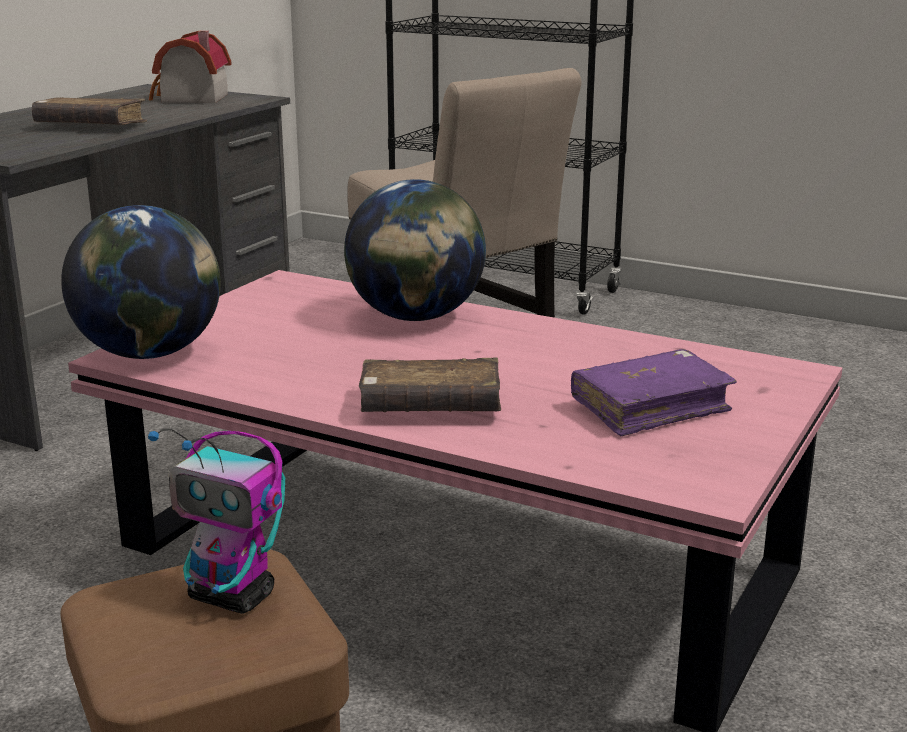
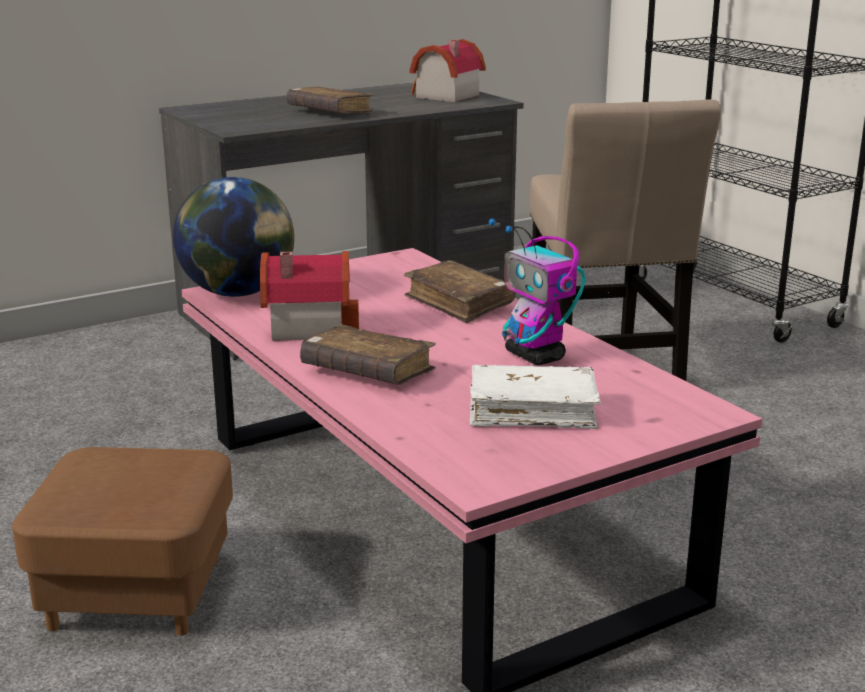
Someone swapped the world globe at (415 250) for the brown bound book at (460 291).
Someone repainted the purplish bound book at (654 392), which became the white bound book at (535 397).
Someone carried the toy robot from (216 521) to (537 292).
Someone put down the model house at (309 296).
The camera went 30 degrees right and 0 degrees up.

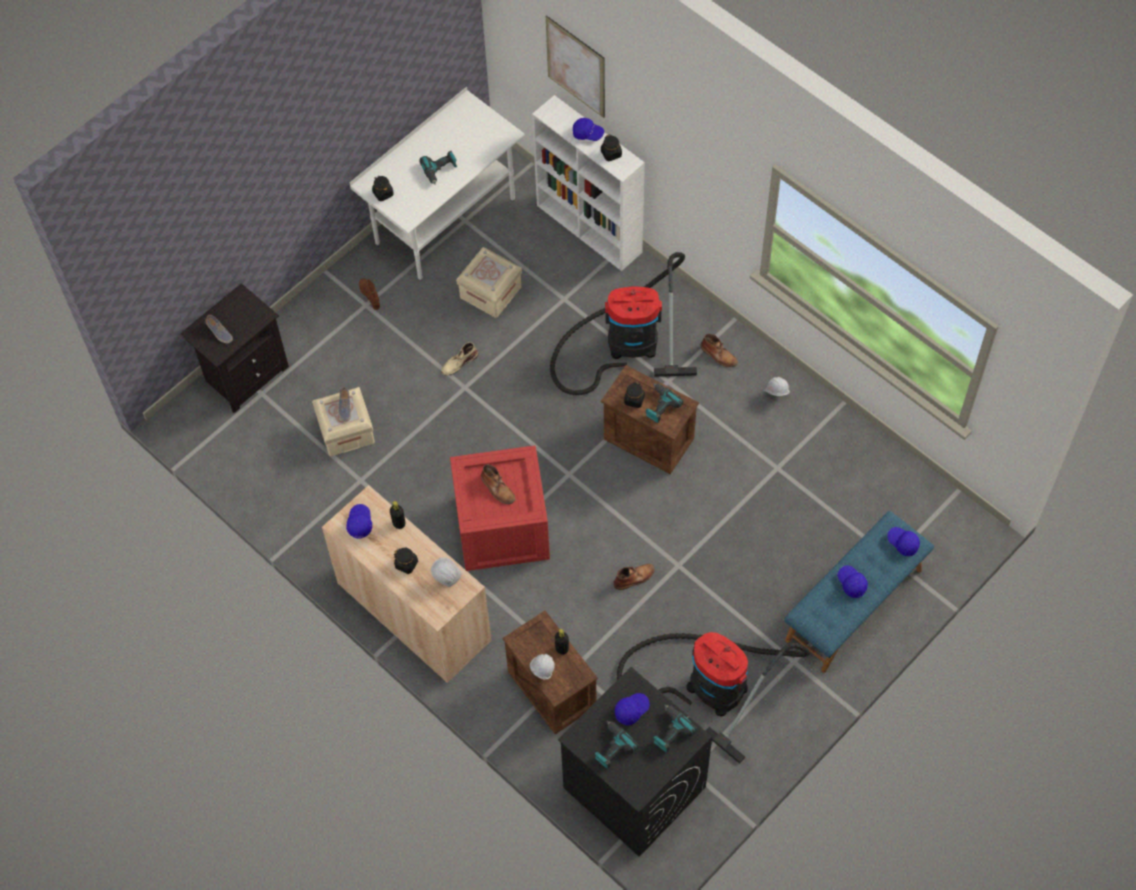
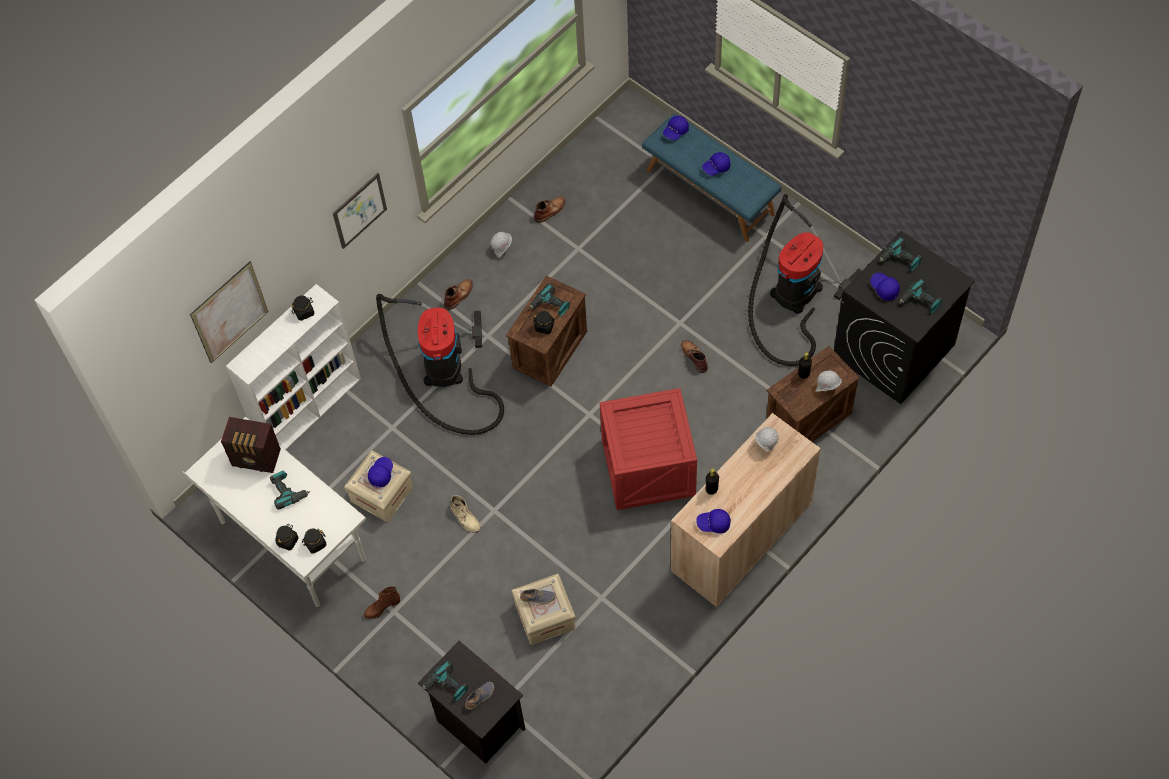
Someone carried the blue-coloured baseball cap from (588 129) to (380 472).
Someone carried the brown boot from (498 484) to (550 209).
Someone carried the blackish storage jar from (406 561) to (287 537).
Someone put up the picture at (360 211).
Someone put down the radio at (251 445).
Someone put down the drill at (445 680).
The camera went 90 degrees left and 0 degrees up.

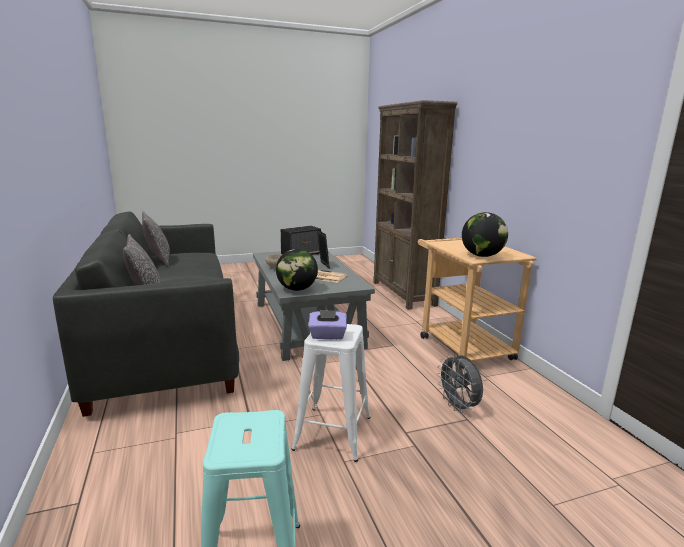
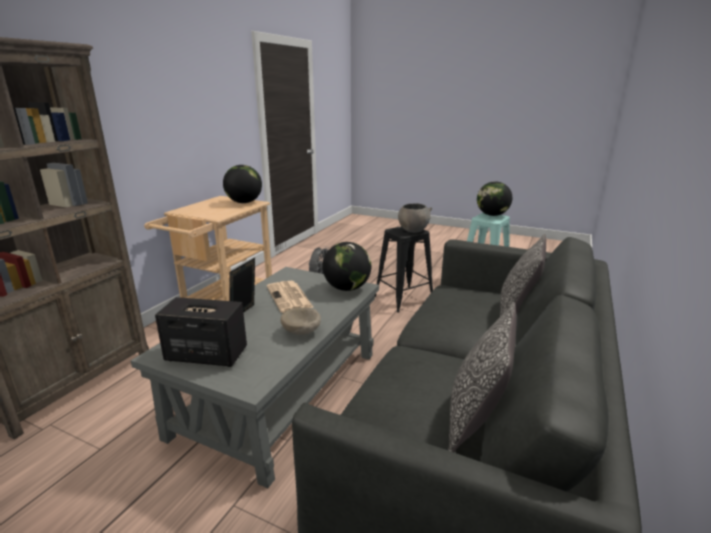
Someone swapped the purplish tissue holder at (327 324) for the gray deep dish at (415 218).
Someone repainted the white sitting stool at (331 393), which became the blackish sitting stool at (404 269).
Someone put down the world globe at (494 198).
The camera went 135 degrees left and 5 degrees up.

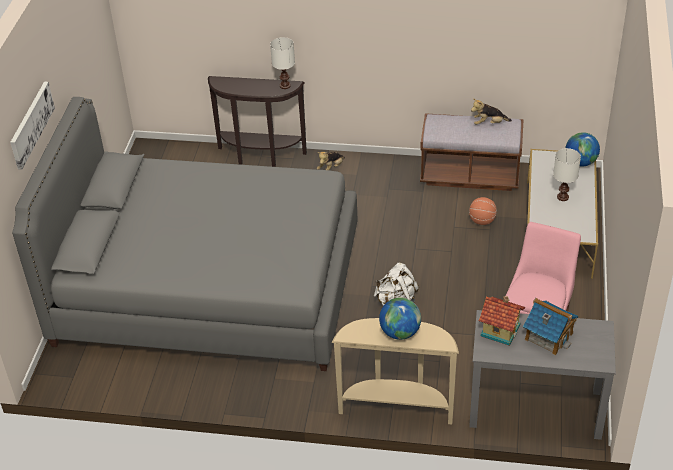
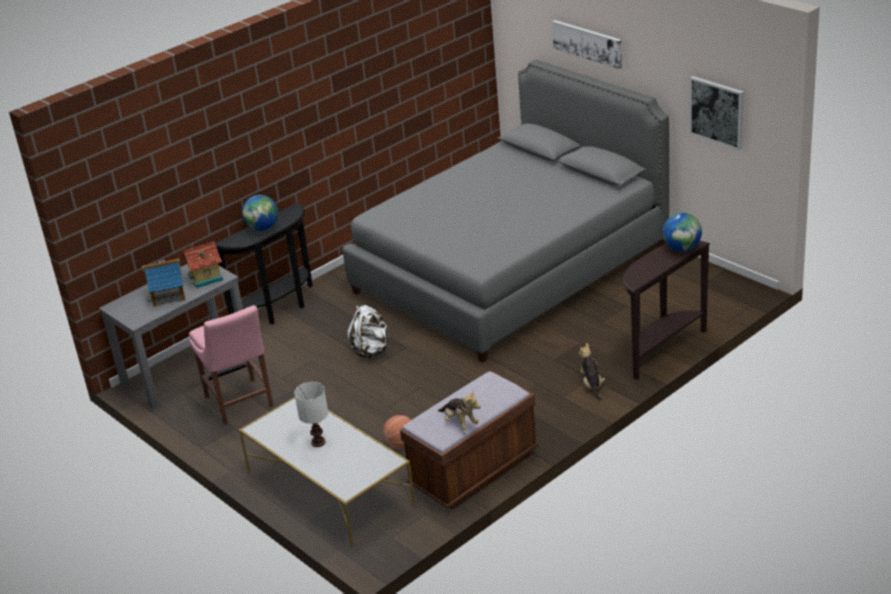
Someone took away the white table lamp at (282 63).
Someone rotated the plush toy at (491 111) by 105 degrees clockwise.
Someone carried the world globe from (583 149) to (682 232).
Someone repainted the beige console table at (395 371), which became the blackish console table at (264 264).
Someone put up the picture at (716 113).
The camera went 130 degrees right and 10 degrees down.

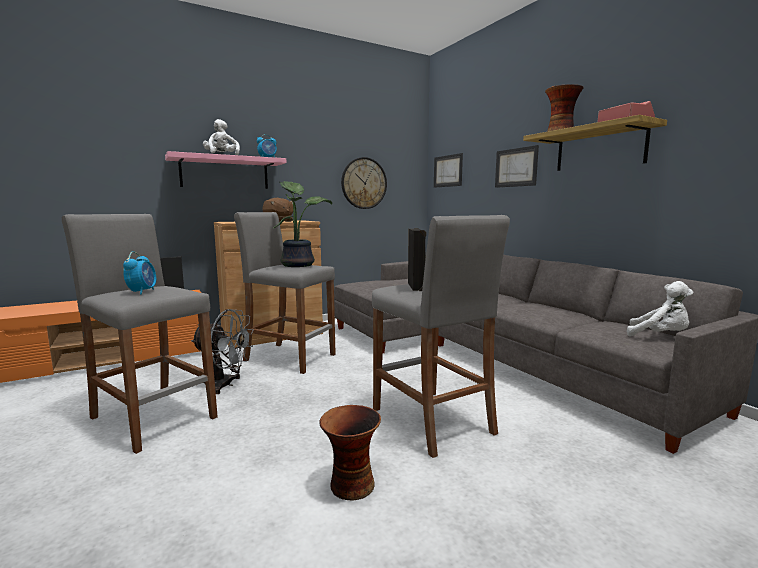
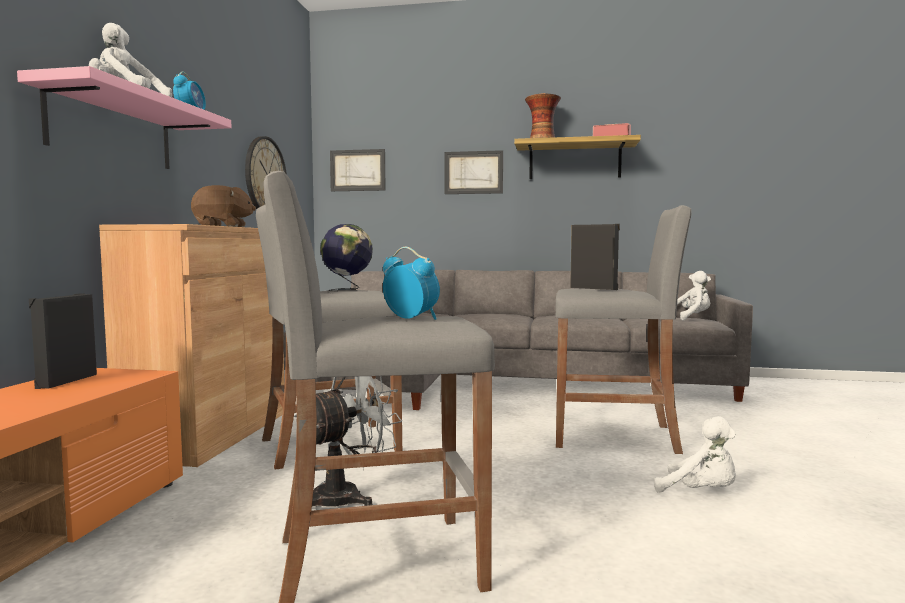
Someone swapped the potted plant at (302 224) for the world globe at (346 258).
Someone swapped the vase at (350 453) for the white plush toy at (695 454).
The camera went 50 degrees left and 5 degrees down.

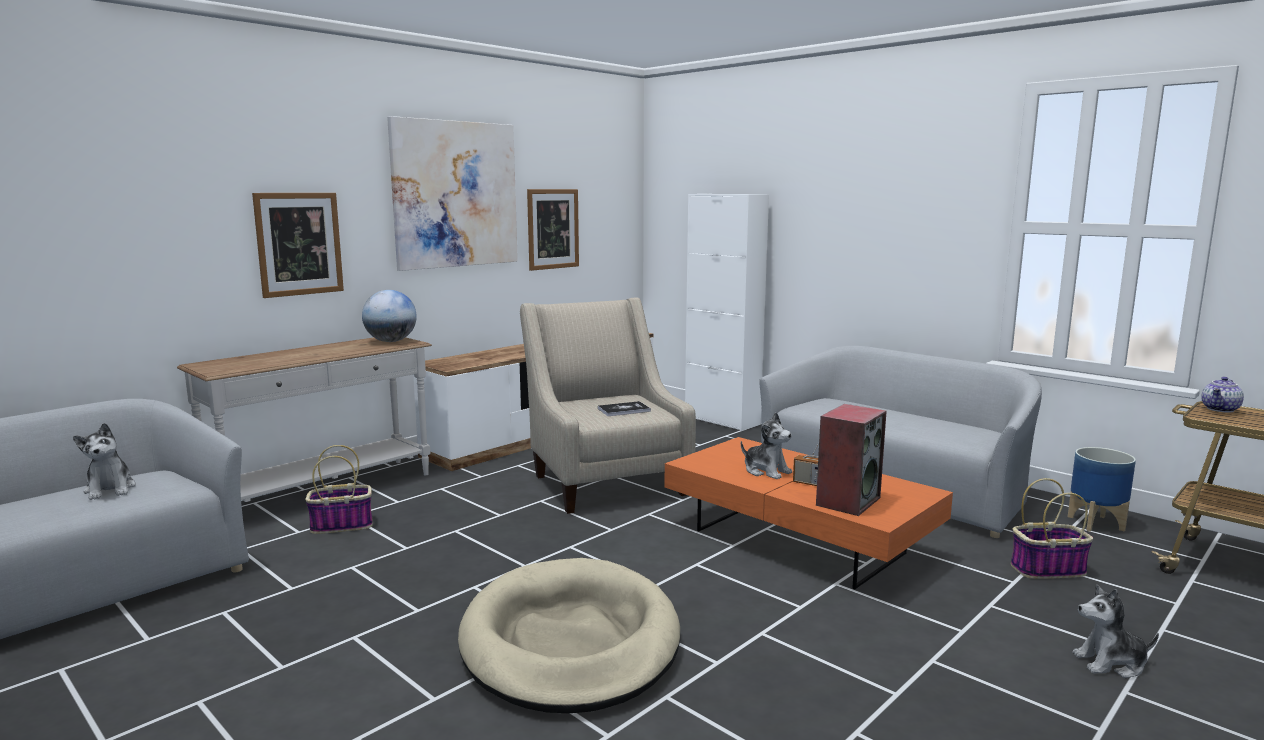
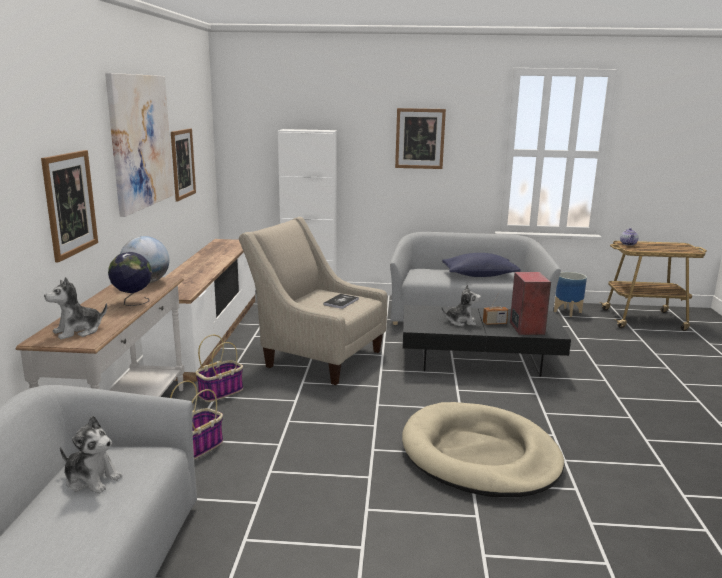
Someone repainted the orangey lounge table at (809 513), which became the blackish lounge table at (487 341).
Someone carried the storage basket from (1052 528) to (219 368).
Someone carried the plush toy from (1115 631) to (75 308).
Someone put up the picture at (420 138).
Someone put down the world globe at (130 279).
Someone put down the blue-coloured cushion at (481 265).
The camera went 40 degrees left and 5 degrees up.

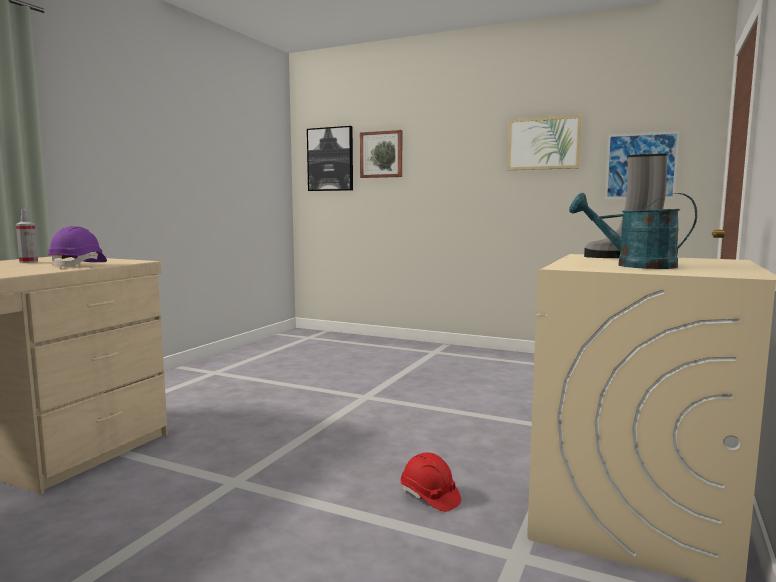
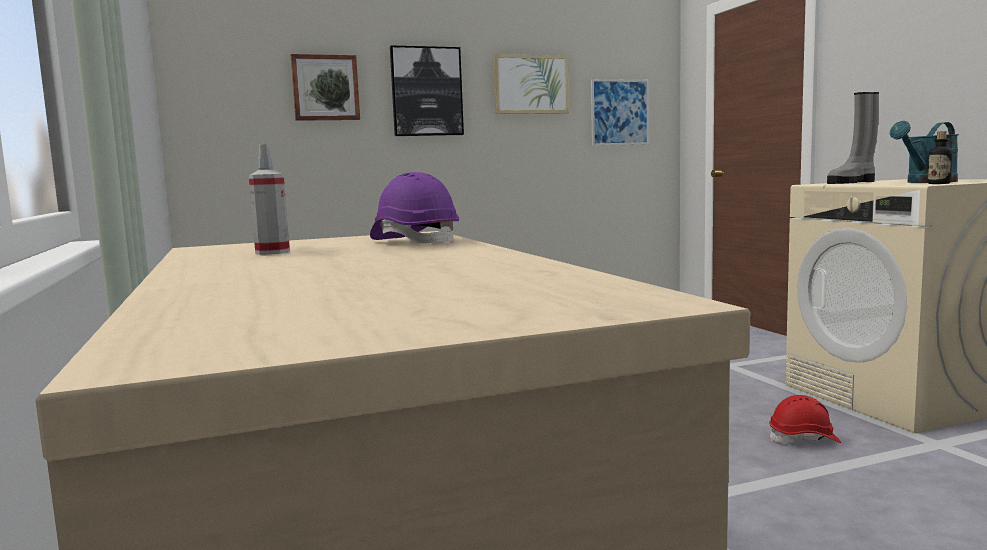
Someone carried the picture from (330 158) to (427 90).
Someone put down the beverage bottle at (940 157).
The camera went 45 degrees left and 0 degrees up.

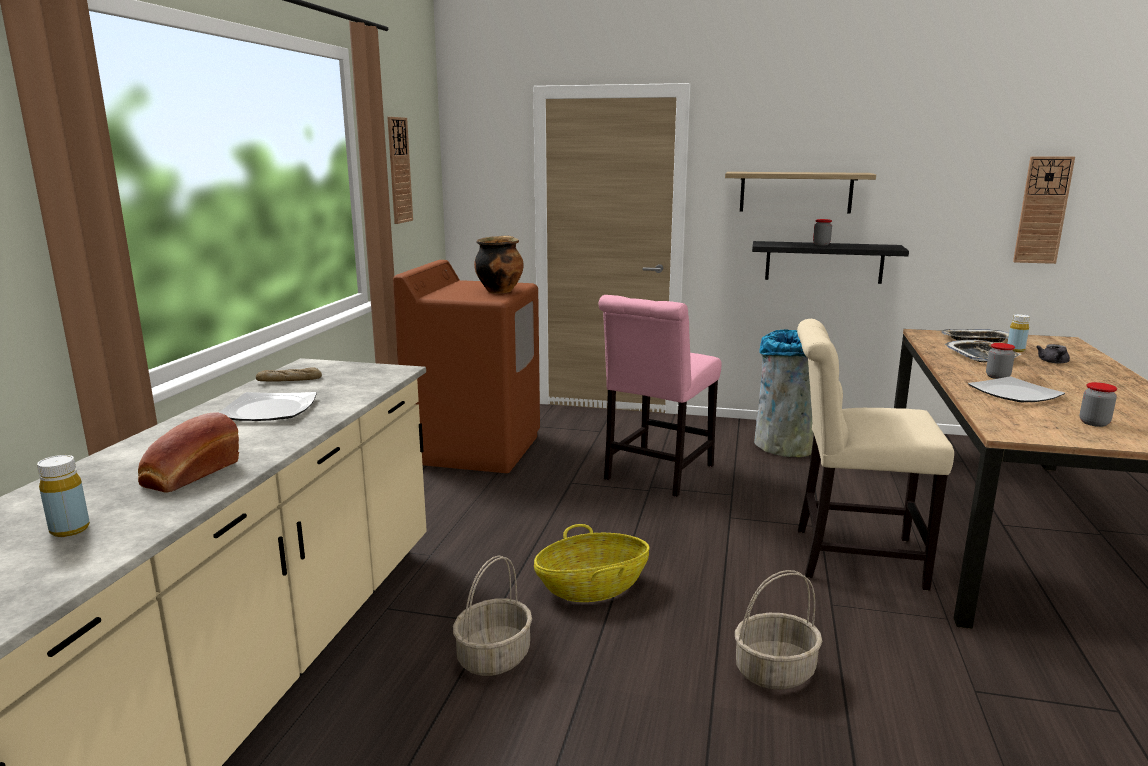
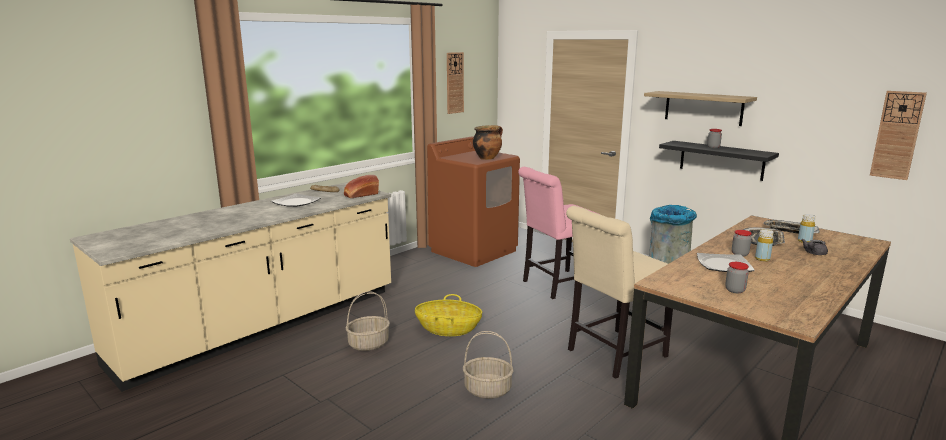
Someone rotated the beige upright chair at (875 455) by 75 degrees counterclockwise.
Someone carried the bread from (188 452) to (361 186).
Someone carried the yellow beverage bottle from (63 496) to (764 245).
The camera went 30 degrees right and 0 degrees up.

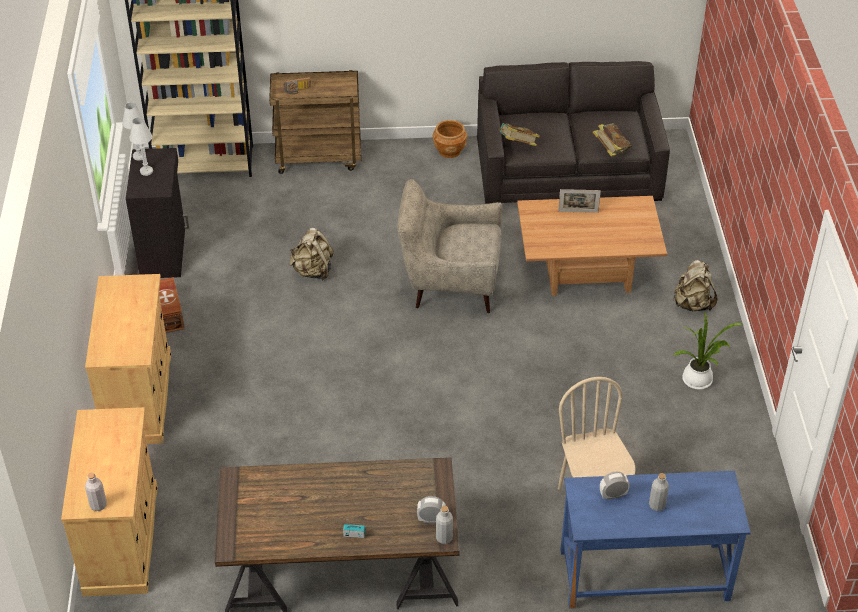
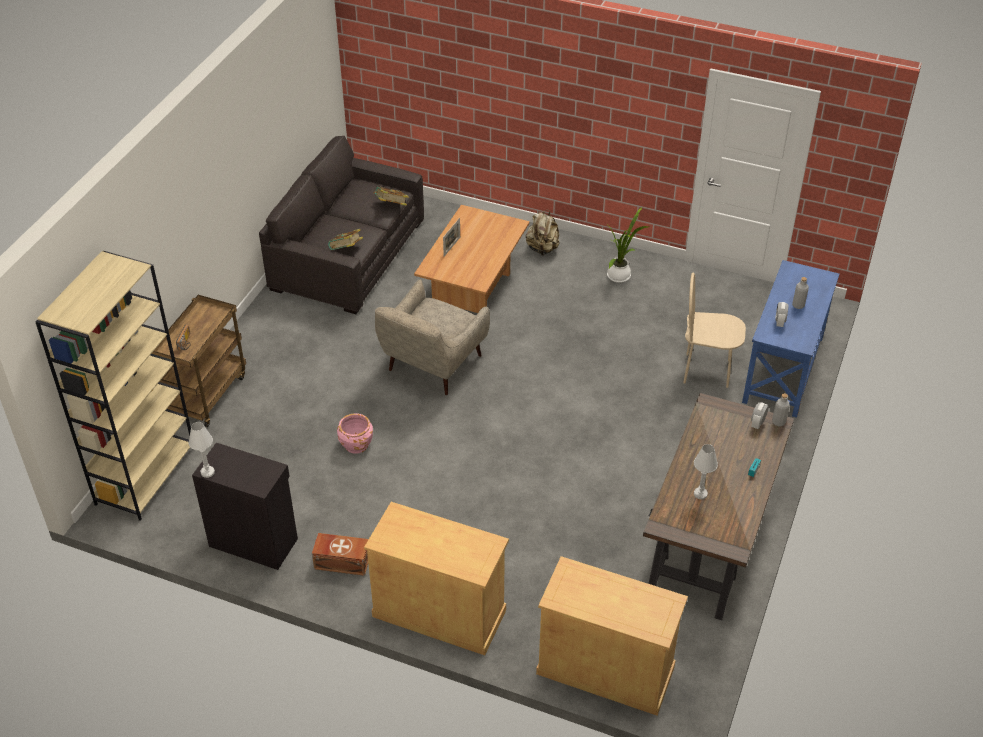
Someone carried the white table lamp from (141 146) to (706 471).
Someone took away the brown planter at (450 139).
Someone swapped the beige knapsack at (312 254) for the pink planter at (355 433).
Someone took away the gray beverage bottle at (96 491).
The camera went 65 degrees left and 0 degrees up.

